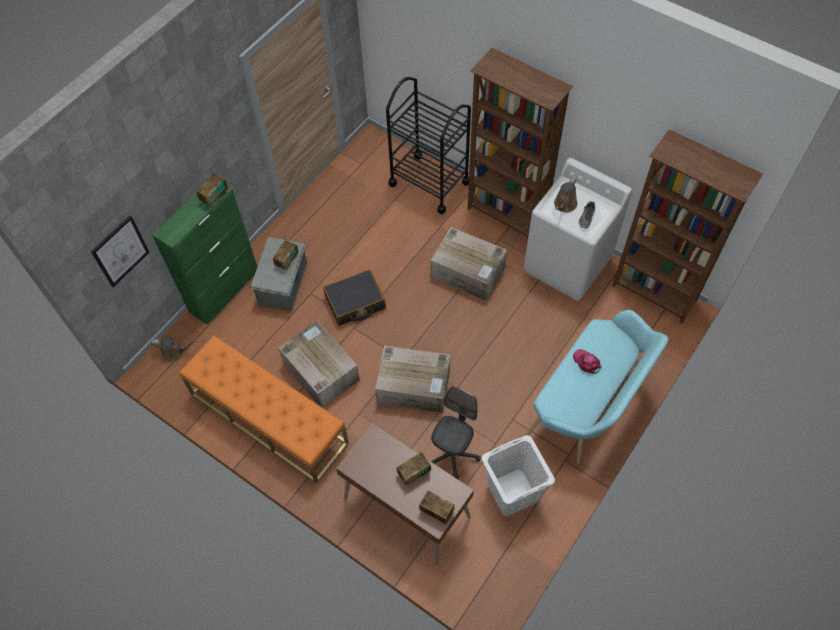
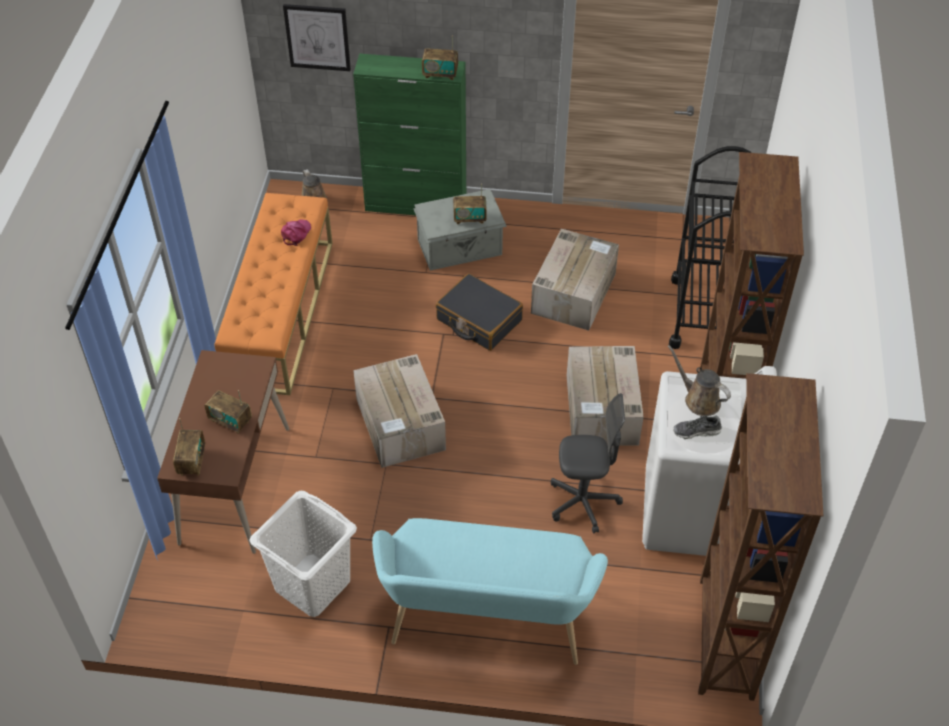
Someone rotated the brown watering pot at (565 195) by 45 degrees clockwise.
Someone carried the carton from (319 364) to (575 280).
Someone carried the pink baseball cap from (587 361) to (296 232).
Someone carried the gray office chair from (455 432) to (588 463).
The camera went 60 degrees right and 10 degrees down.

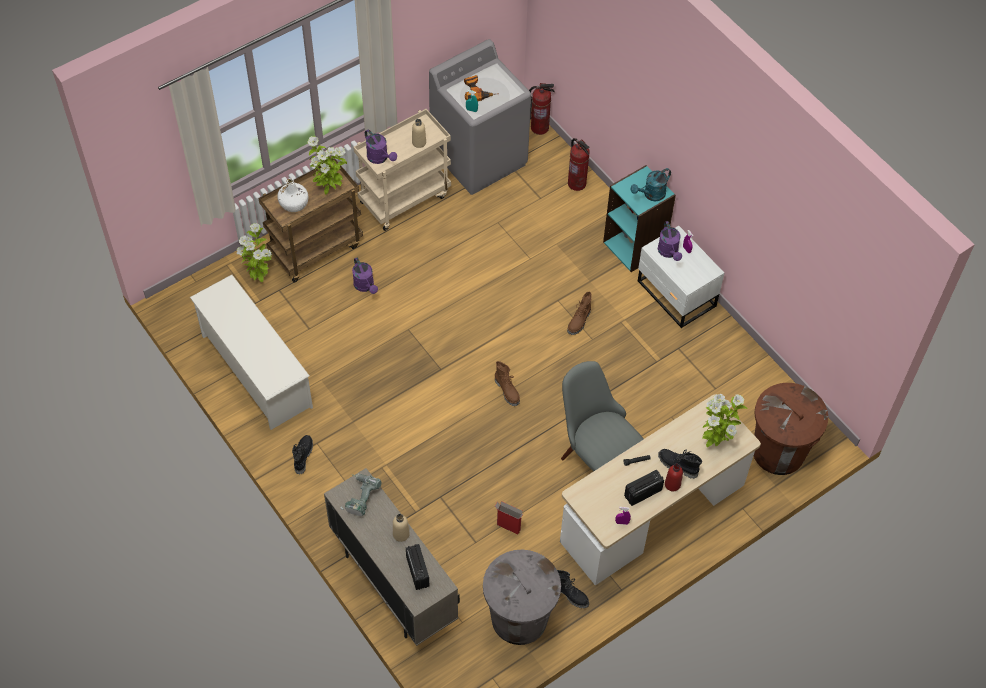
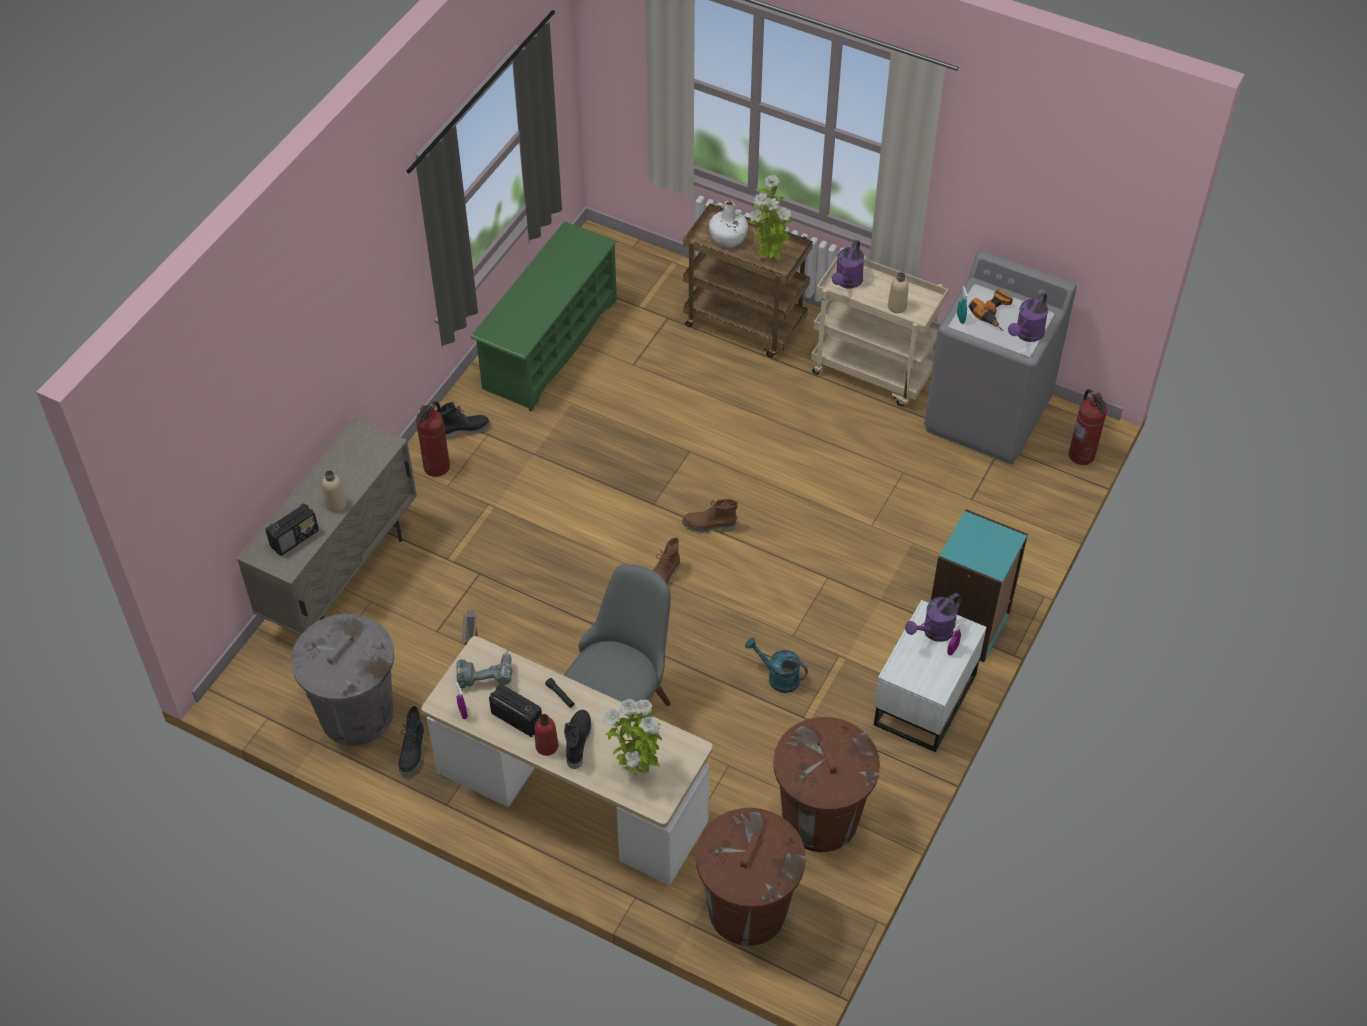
Someone carried the fire-fighting cylinder from (579 164) to (433 439).
Someone carried the blue-green watering pot from (650 184) to (776 665).
Someone took away the potted plant at (254 252).
Someone carried the purplish watering pot from (365 276) to (1028 317).
Someone repainted the white shoe rack at (251 352), which became the green shoe rack at (544 317).
Someone carried the brown boot from (579 313) to (710 516).
Someone carried the drill from (361 495) to (484 668).
Someone put down the brown trash can at (826 784).
The camera went 65 degrees right and 5 degrees down.

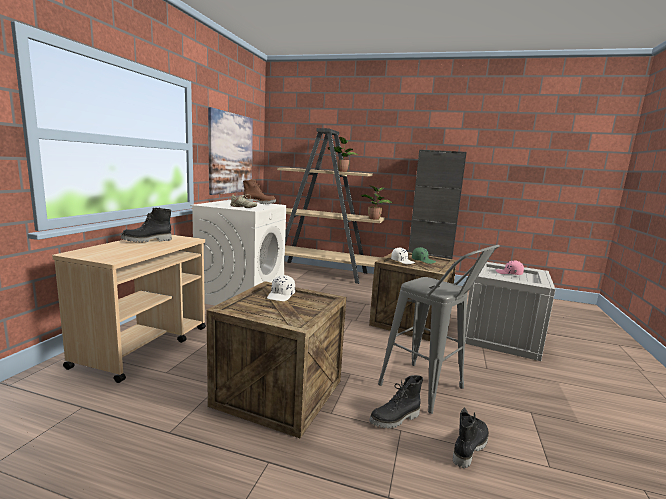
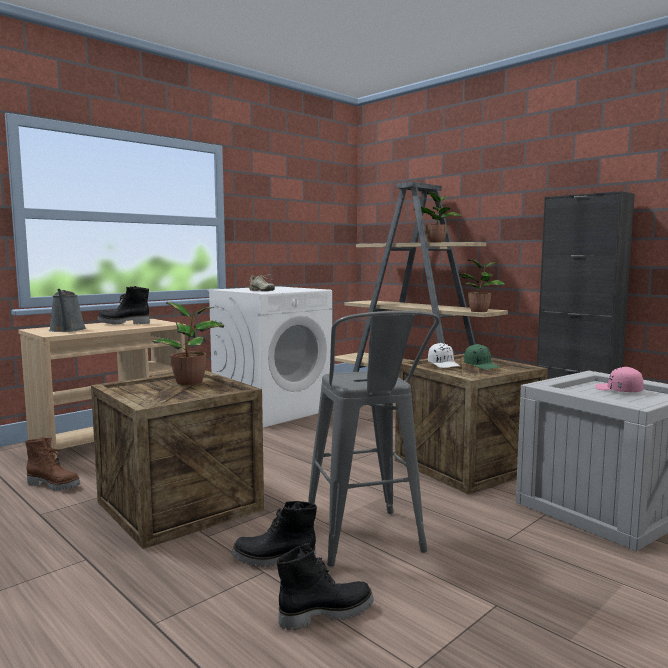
Someone took away the picture at (230 151).
Someone carried the brown boot from (259 191) to (52 464).
Someone swapped the white baseball cap at (281 288) for the potted plant at (188 343).
Someone put down the gray watering pot at (67 310).
The camera went 30 degrees right and 5 degrees down.

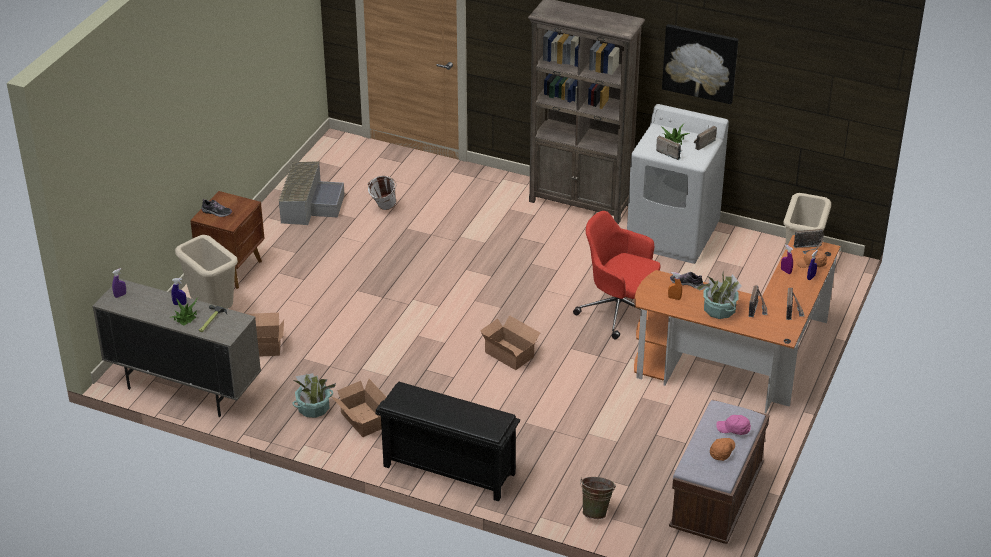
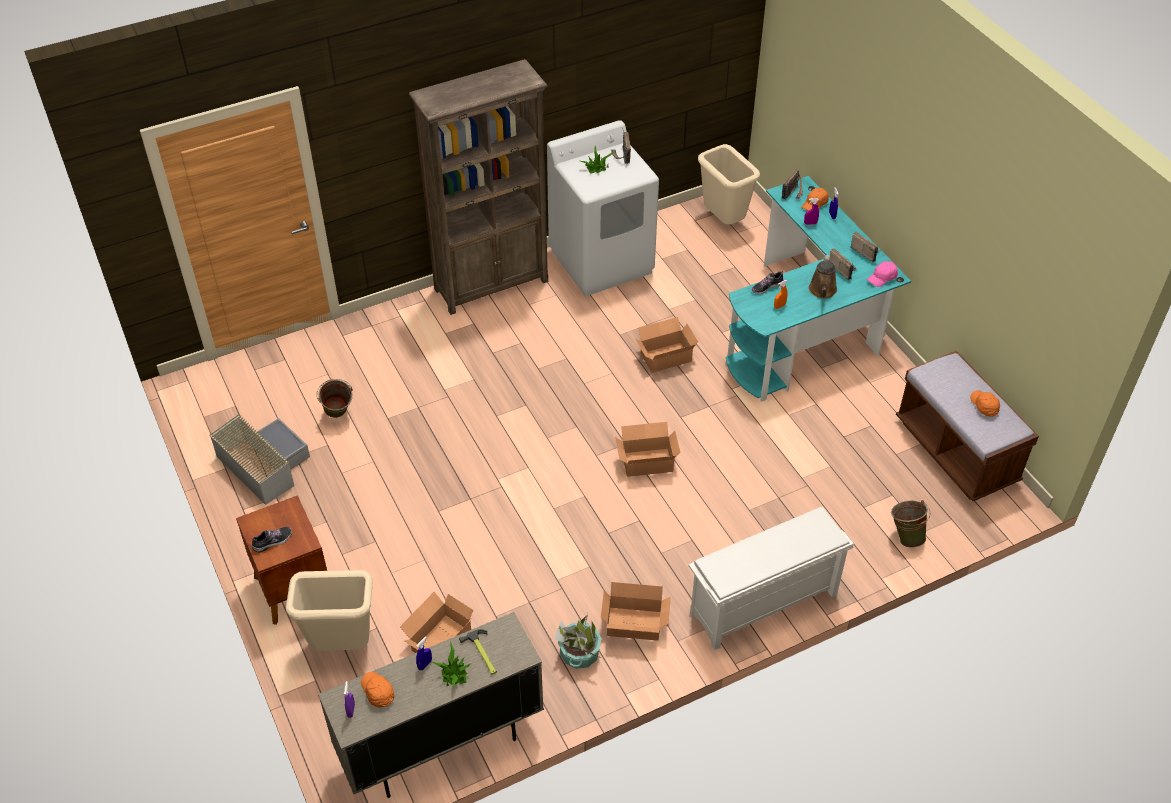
Someone took away the picture at (700 64).
Someone took away the radio at (669 147).
Someone repainted the white bucket at (382 193), which became the green bucket at (335 398).
Someone swapped the reddish office chair at (616 275) for the carton at (666 345).
Someone repainted the orangey desk at (737 324), which became the blue-green desk at (818 289).
Someone swapped the potted plant at (718 296) for the brown watering pot at (823 277).
Someone repainted the blackish shoe rack at (448 442), which became the white shoe rack at (771 578).
Someone carried the pink baseball cap from (733 425) to (882 274).
Someone put down the orangey baseball cap at (377 689).
The camera went 50 degrees left and 10 degrees up.

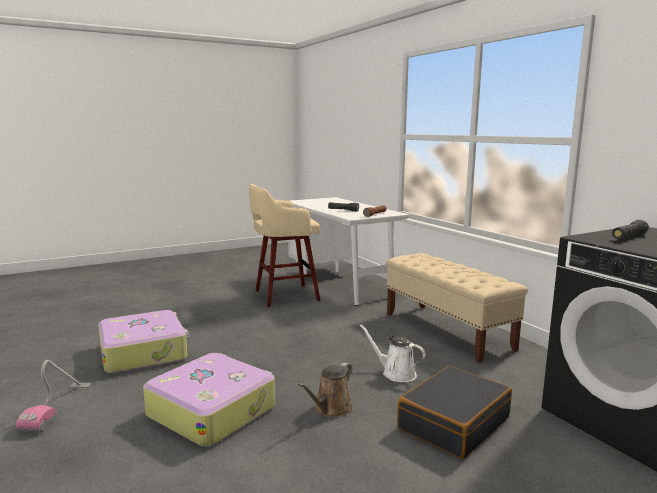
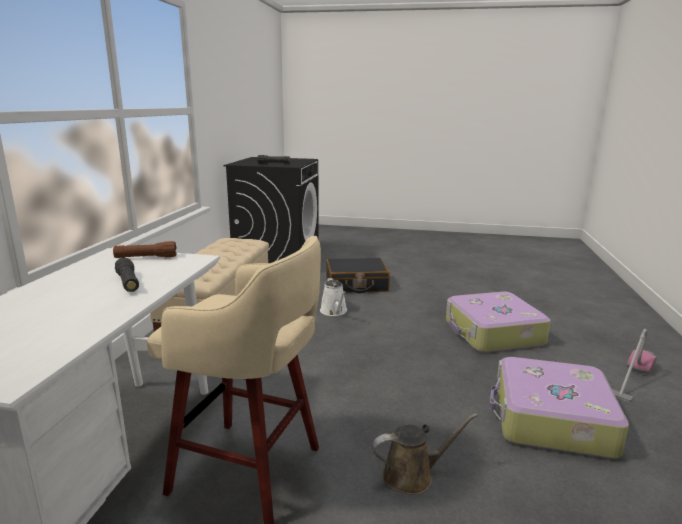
Someone carried the brown watering pot from (325 390) to (425 454).
The camera went 140 degrees left and 5 degrees up.

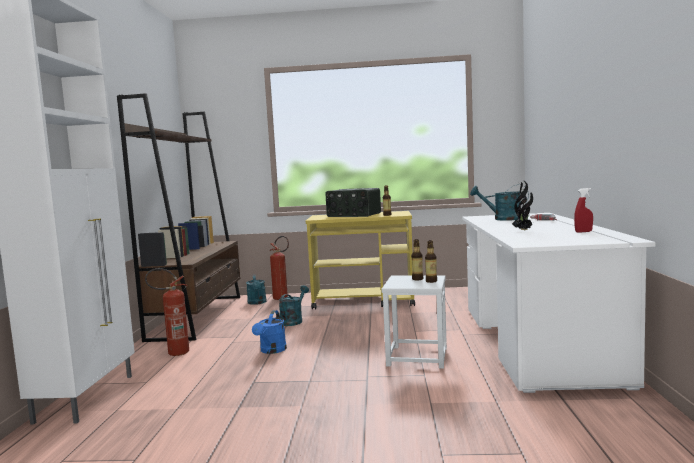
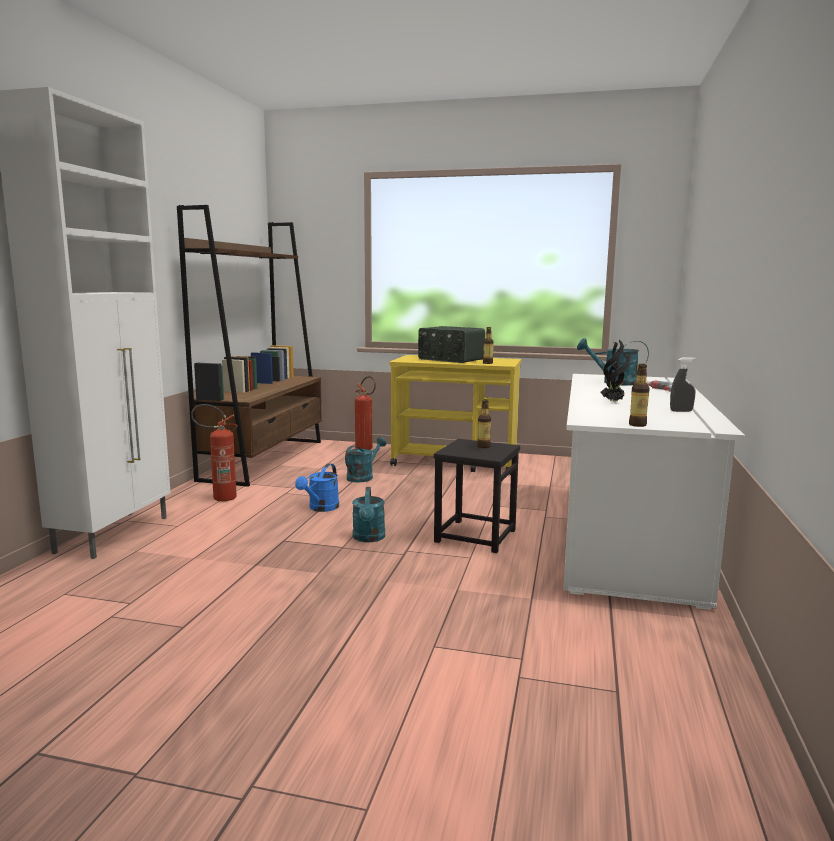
Someone repainted the reddish spray bottle at (583 210), which became the gray spray bottle at (683 384).
Someone carried the beverage bottle from (431 261) to (639 395).
Someone carried the blue-green watering pot from (256 289) to (368 514).
Someone repainted the white sitting stool at (414 322), which became the blackish sitting stool at (477 496).
The camera went 10 degrees right and 5 degrees up.

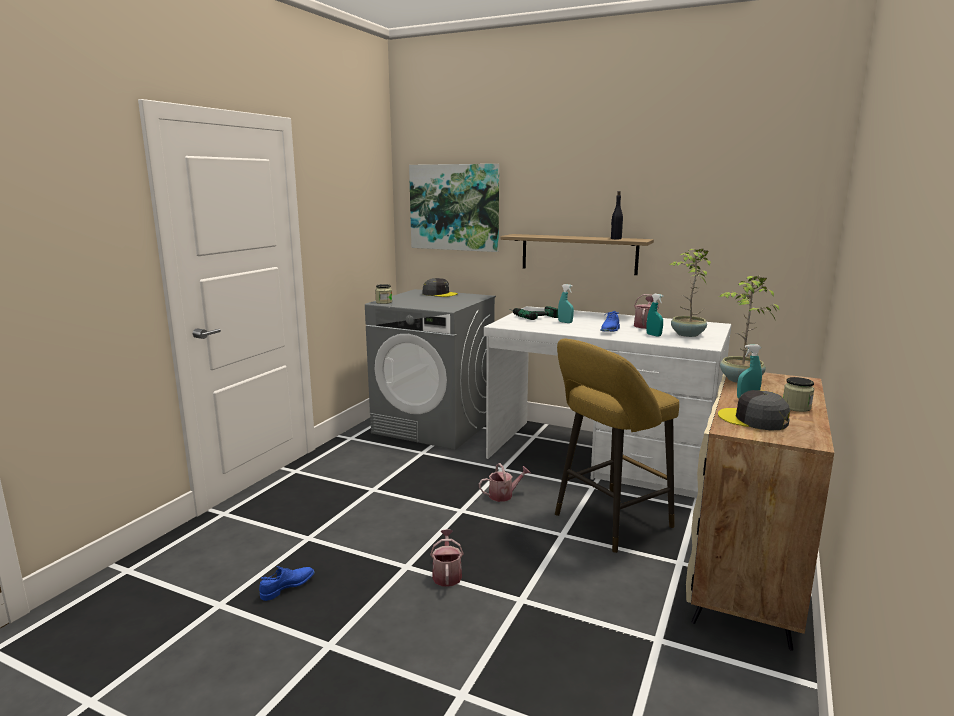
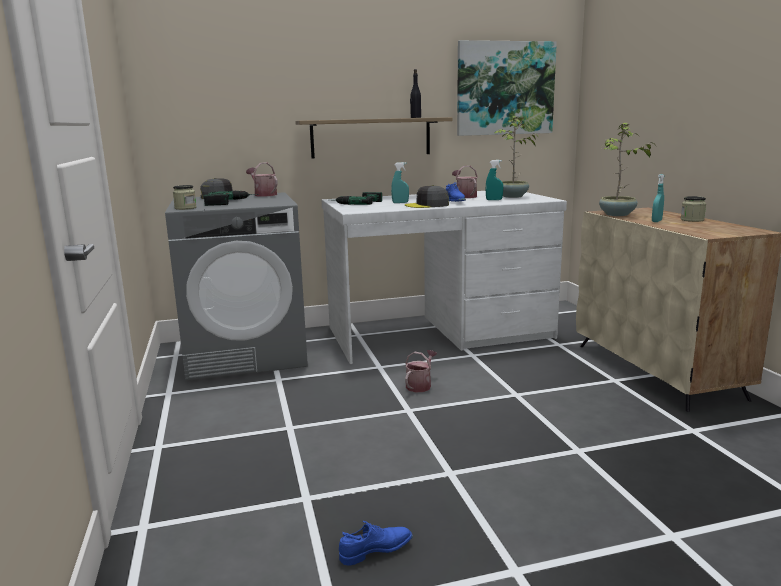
Someone carried the picture from (454 208) to (507 88).
Someone took away the yellow sitting stool at (617 445).
Someone carried the gray baseball cap from (754 410) to (427 196).
Someone carried the watering pot from (446 558) to (261 179).
Someone rotated the blue-coloured shoe at (287 583) by 60 degrees clockwise.
Someone put down the drill at (231 198).
The camera went 40 degrees left and 0 degrees up.

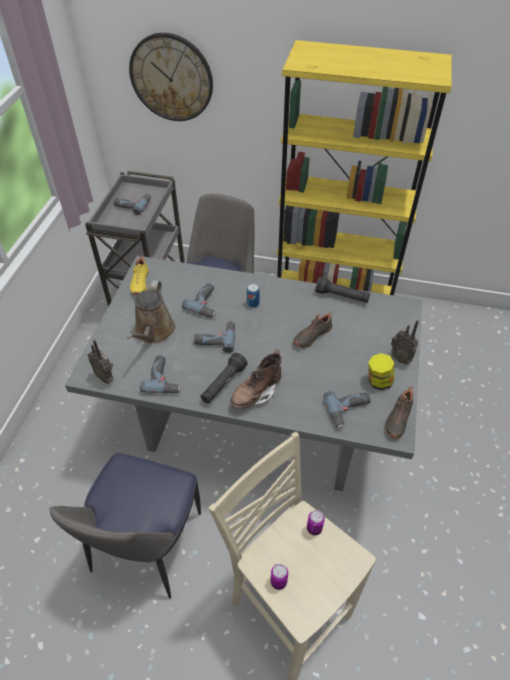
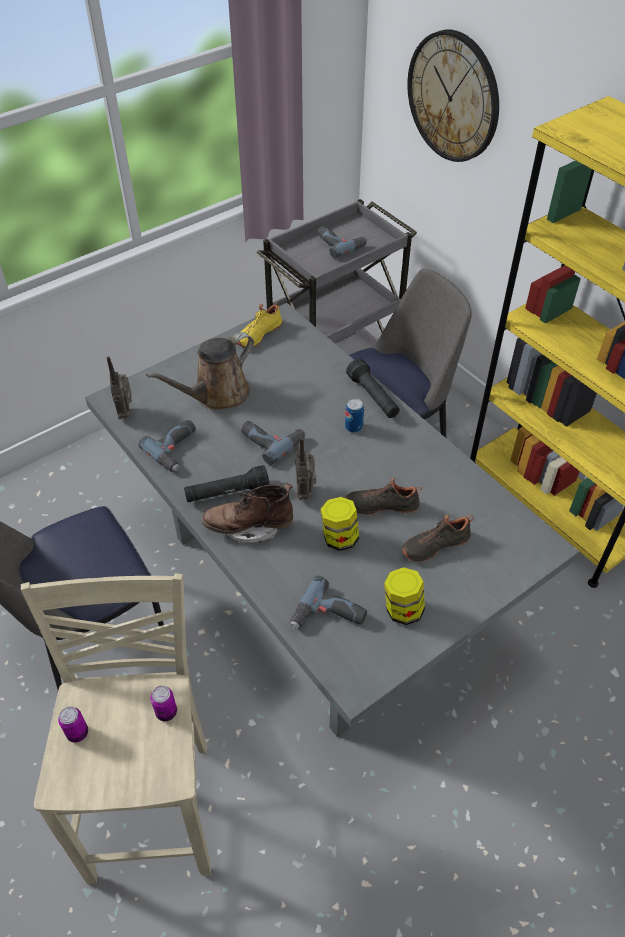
Someone carried the blackish hand torch from (342 290) to (373 388).
Someone took away the drill at (199 300).
Someone carried the radio from (405 342) to (305 468).
Someone carried the blackish shoe from (399 412) to (437 538).
Someone put down the storage jar at (340 524).
The camera went 40 degrees right and 0 degrees up.

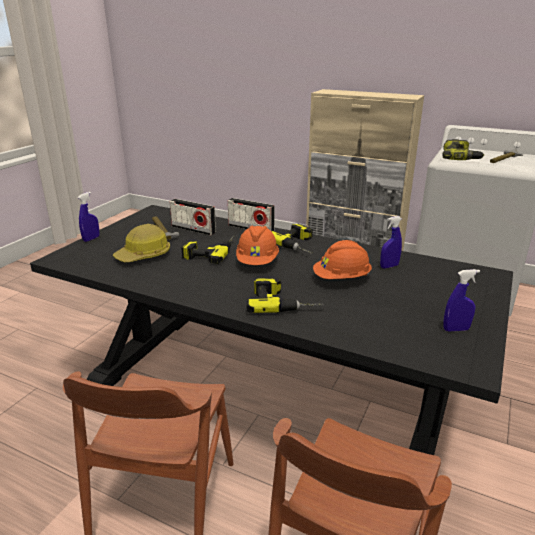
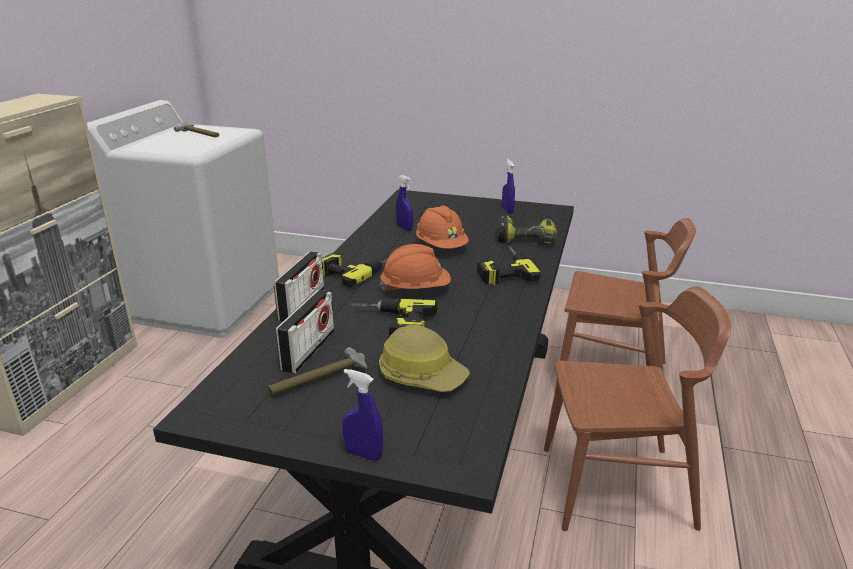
Someone carried the drill from (463 149) to (527 229).
The camera went 100 degrees left and 0 degrees up.

